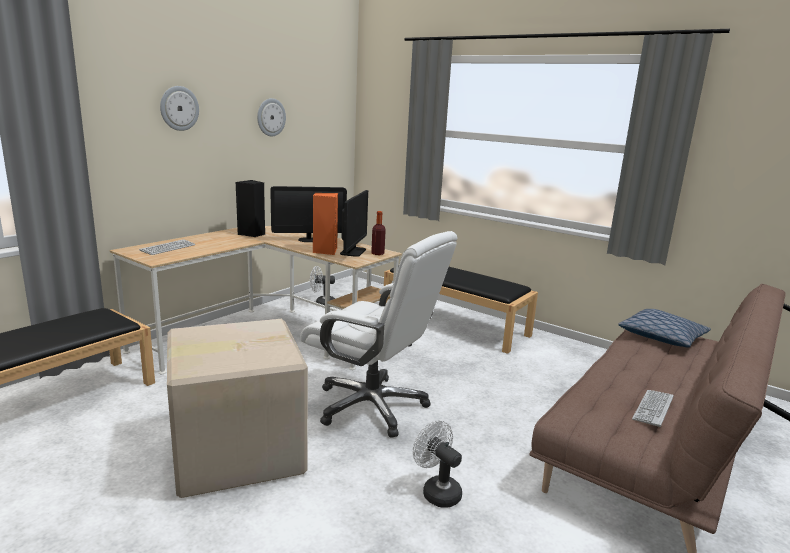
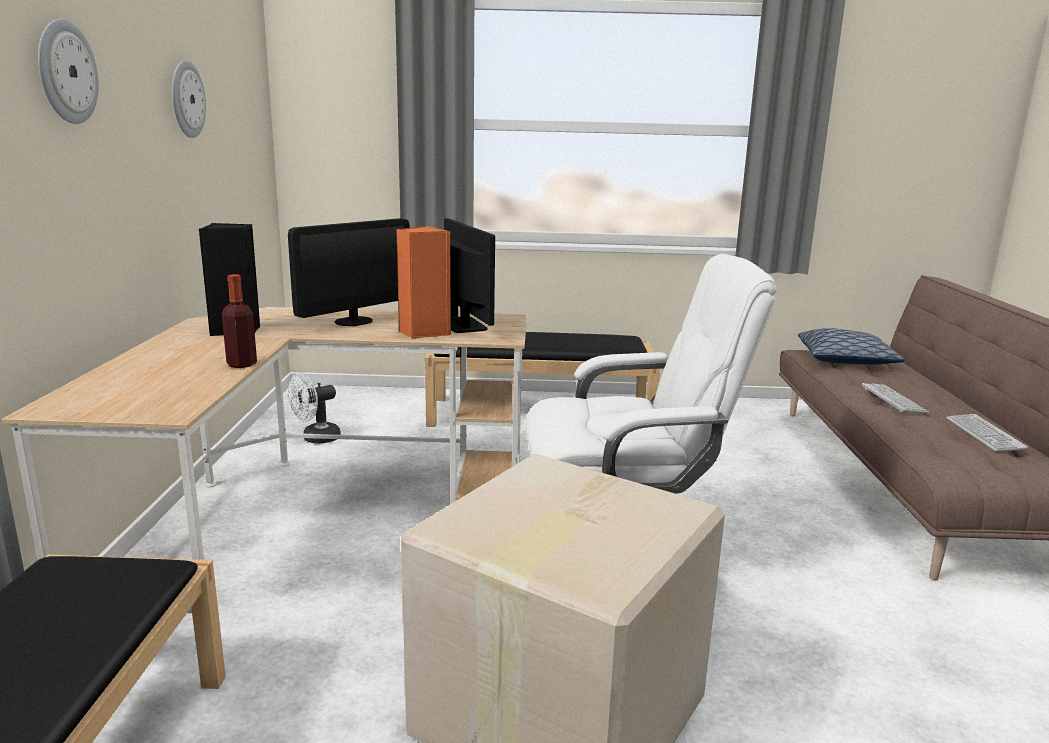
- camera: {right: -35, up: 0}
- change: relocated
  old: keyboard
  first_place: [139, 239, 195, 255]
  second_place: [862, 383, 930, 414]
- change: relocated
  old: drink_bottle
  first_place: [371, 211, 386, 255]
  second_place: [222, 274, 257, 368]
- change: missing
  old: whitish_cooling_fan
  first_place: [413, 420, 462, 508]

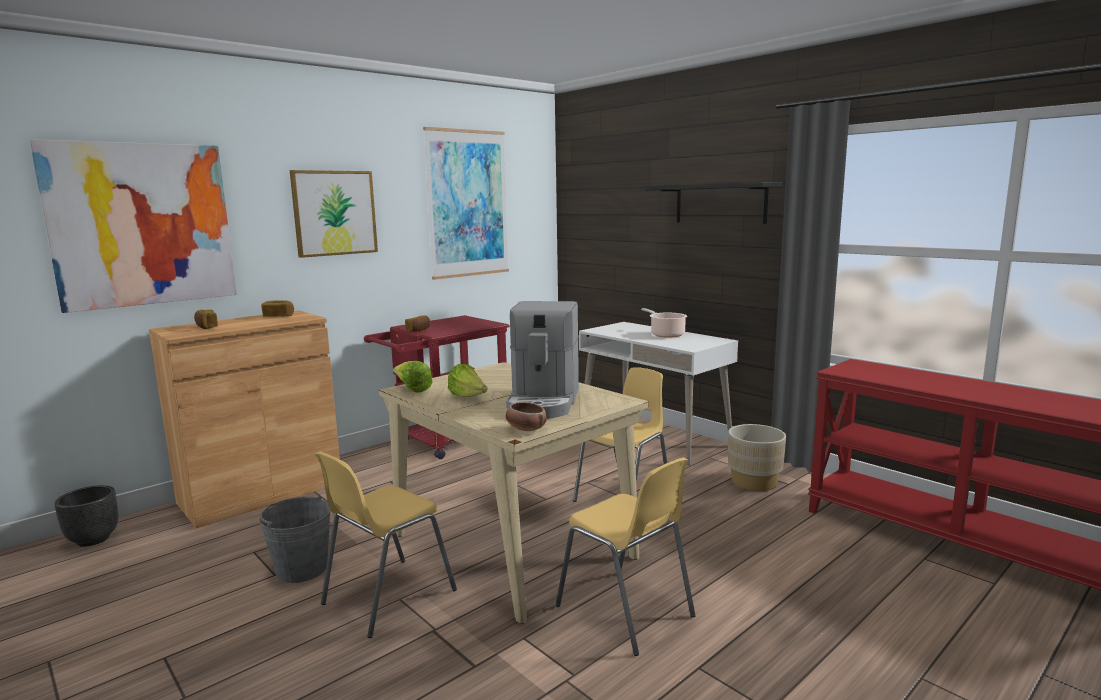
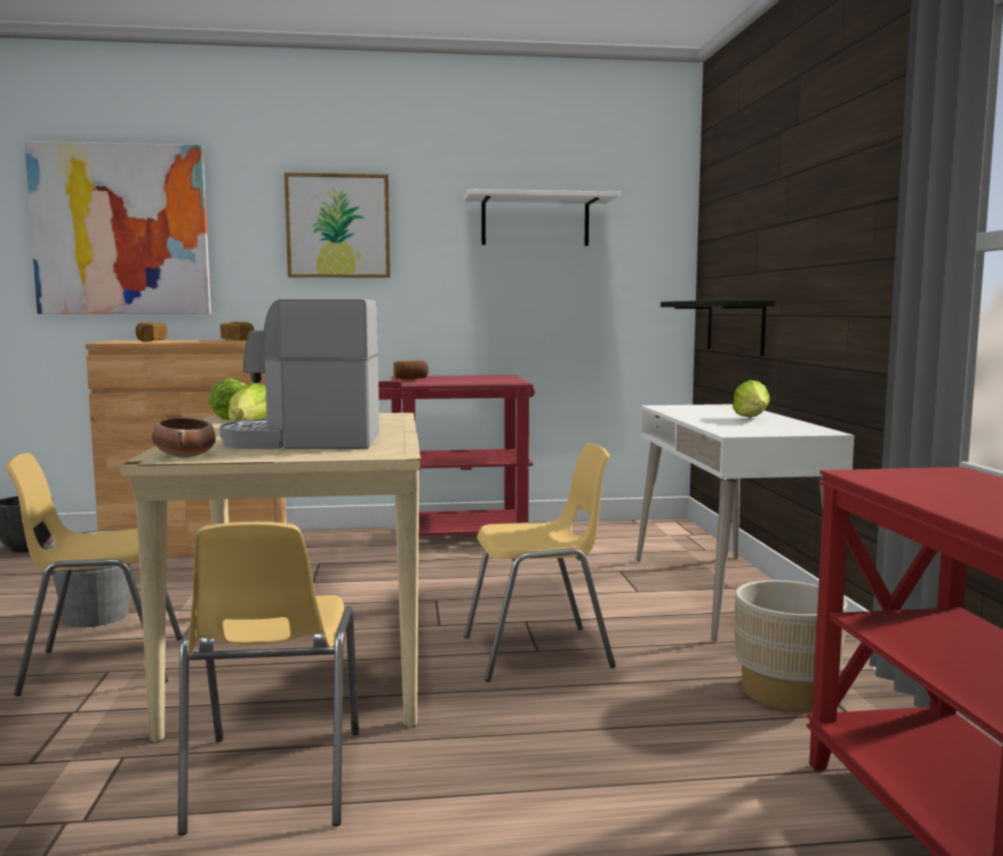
- camera: {right: 35, up: -5}
- change: exchanged
  old: wall_picture
  new: whitish_bracket_shelf
  first_place: [423, 127, 509, 280]
  second_place: [464, 189, 620, 246]
- change: spun
  old: coffee_brewer
  first_place: [506, 301, 579, 419]
  second_place: [220, 299, 380, 449]
  degrees: 45
- change: exchanged
  old: stockpot
  new: lettuce
  first_place: [641, 308, 687, 338]
  second_place: [733, 380, 770, 417]
- change: relocated
  old: black-coloured_bracket_shelf
  first_place: [645, 182, 783, 224]
  second_place: [660, 300, 775, 356]

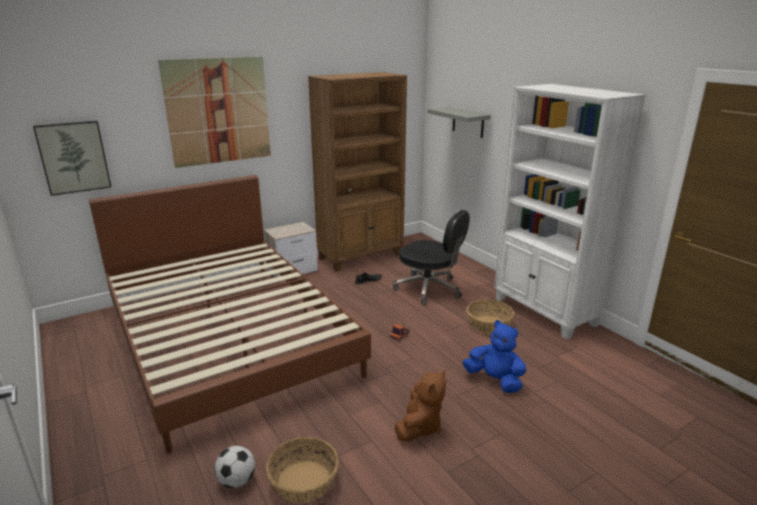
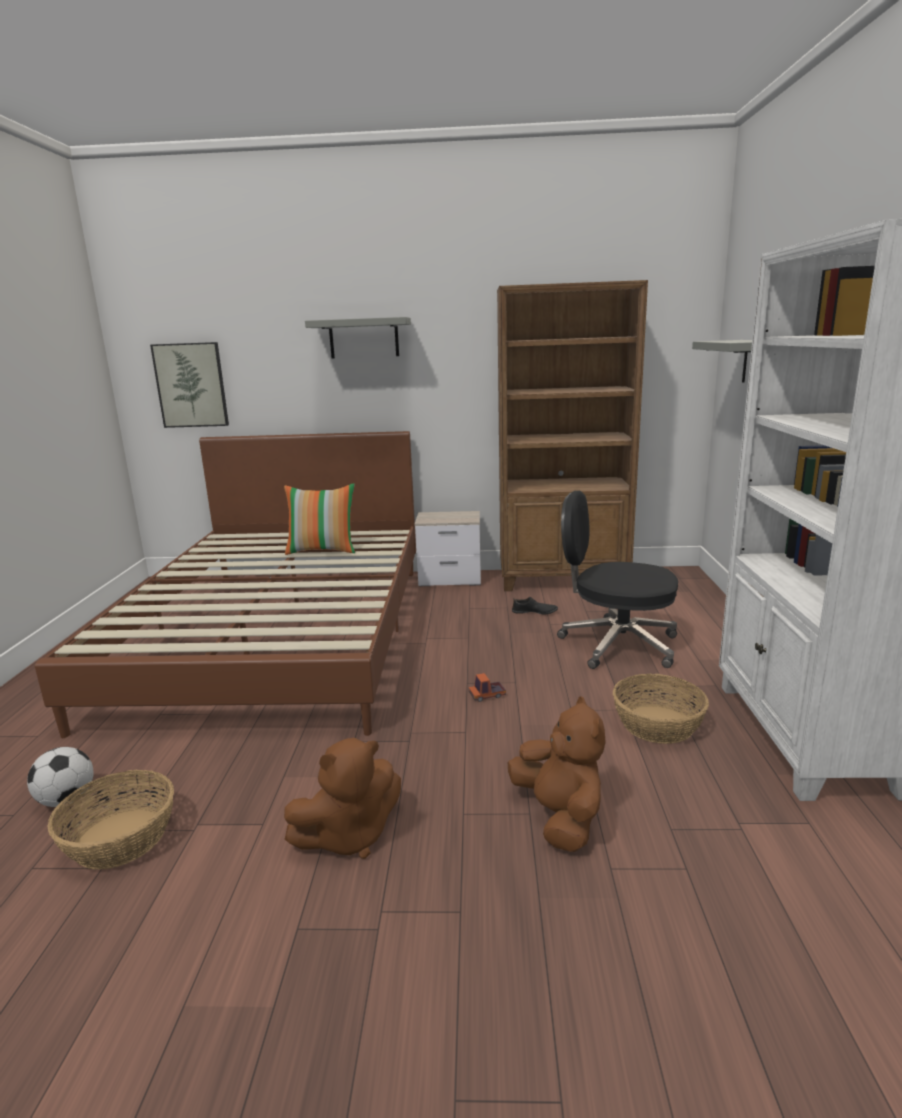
- camera: {right: 35, up: -5}
- change: exchanged
  old: wall_picture
  new: greyish_bracket_shelf
  first_place: [158, 57, 271, 168]
  second_place: [305, 317, 411, 358]
- change: spun
  old: black-coloured_computer_chair
  first_place: [393, 210, 470, 305]
  second_place: [557, 491, 678, 669]
  degrees: 135
- change: colour
  old: blue-coloured_plush_toy
  new: brown-coloured_plush_toy
  first_place: [463, 320, 526, 393]
  second_place: [508, 696, 606, 852]
- change: appeared
  new: cushion
  second_place: [284, 483, 355, 555]

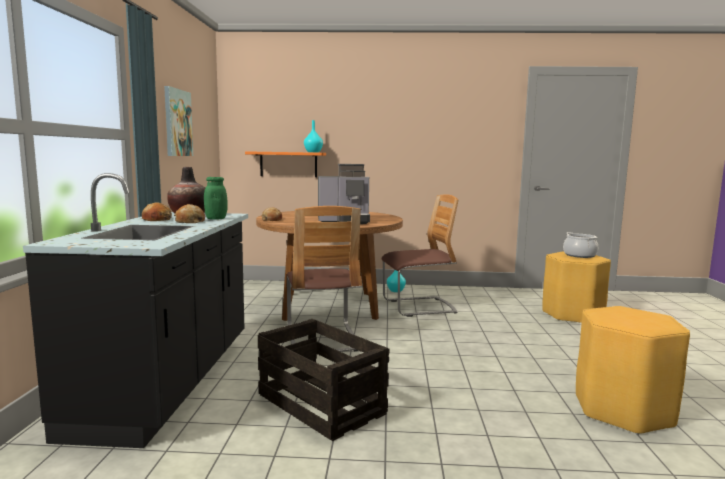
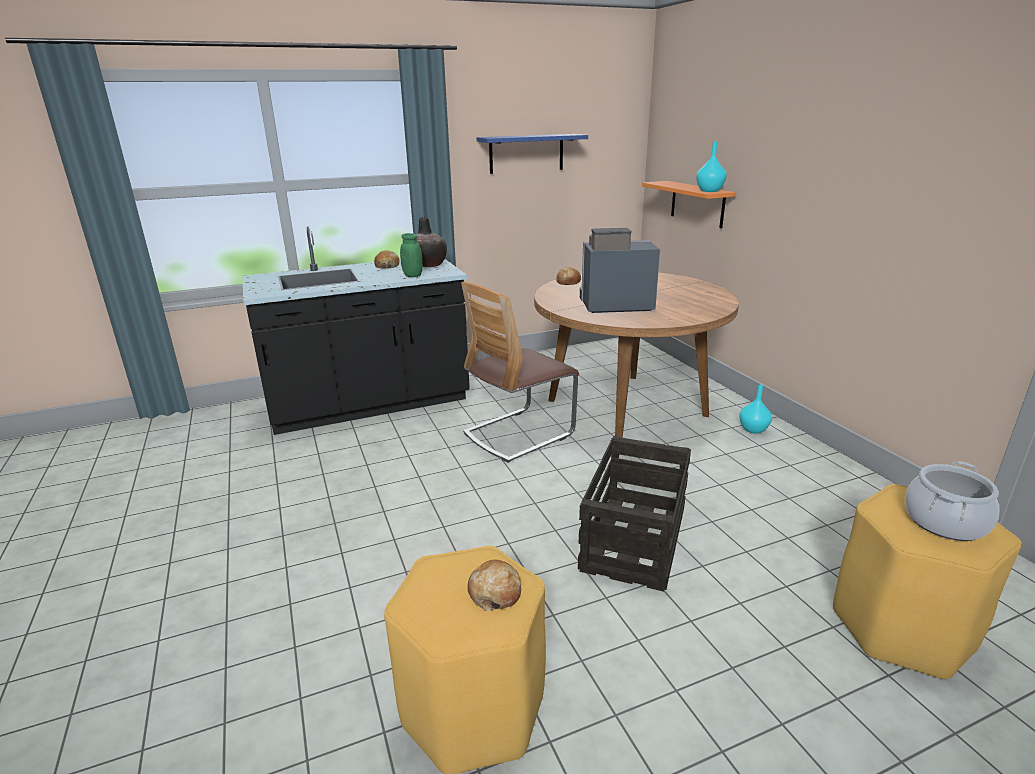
- camera: {right: 65, up: 15}
- change: exchanged
  old: wall_picture
  new: blue-coloured_bracket_shelf
  first_place: [164, 86, 193, 156]
  second_place: [477, 134, 588, 174]
- change: relocated
  old: bread
  first_place: [174, 204, 205, 223]
  second_place: [467, 560, 521, 611]
- change: relocated
  old: crate
  first_place: [258, 319, 389, 441]
  second_place: [578, 436, 691, 592]
- change: spun
  old: coffee_brewer
  first_place: [318, 164, 370, 224]
  second_place: [580, 228, 660, 313]
  degrees: 120
- change: missing
  old: upright_chair
  first_place: [382, 194, 458, 317]

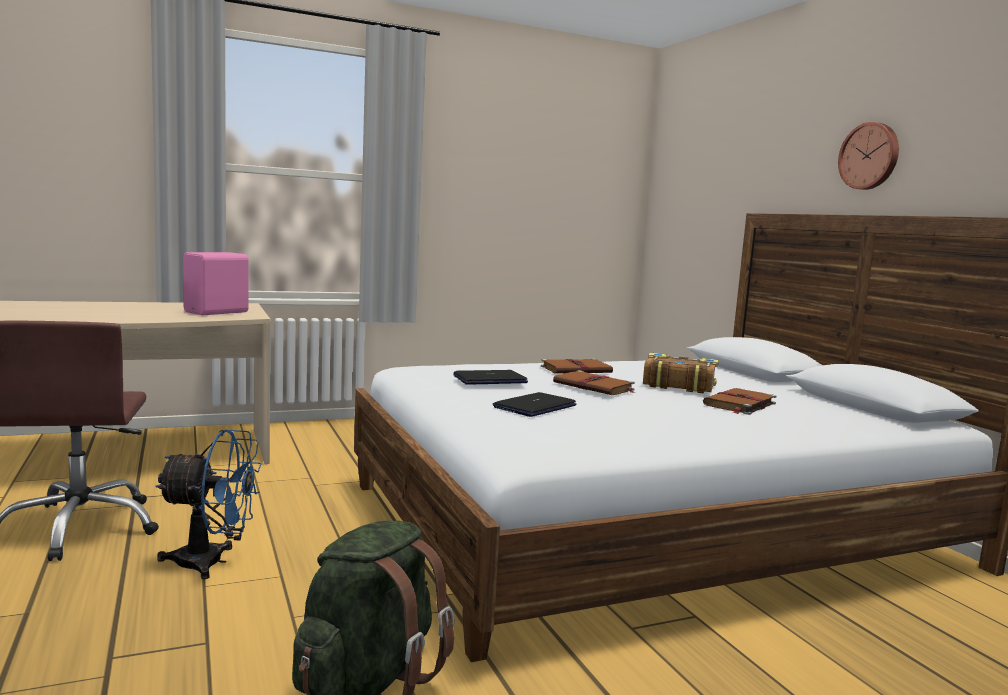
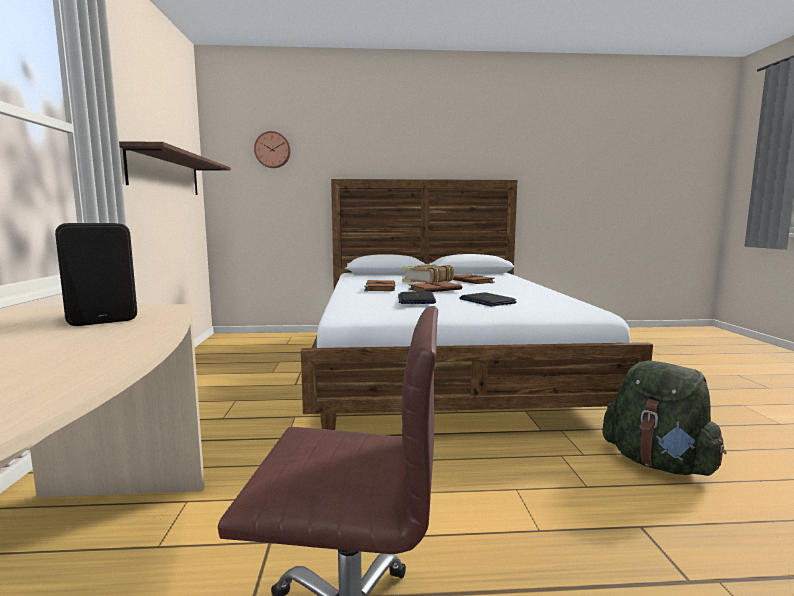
- camera: {right: -70, up: 0}
- change: missing
  old: blue-coloured_cooling_fan
  first_place: [155, 429, 262, 579]
- change: colour
  old: pink_audio_speaker
  new: black-coloured_audio_speaker
  first_place: [183, 252, 249, 315]
  second_place: [55, 223, 137, 326]
- change: relocated
  old: hanging_clock
  first_place: [838, 122, 899, 190]
  second_place: [254, 131, 291, 168]
- change: appeared
  new: bracket_shelf
  second_place: [119, 141, 231, 195]

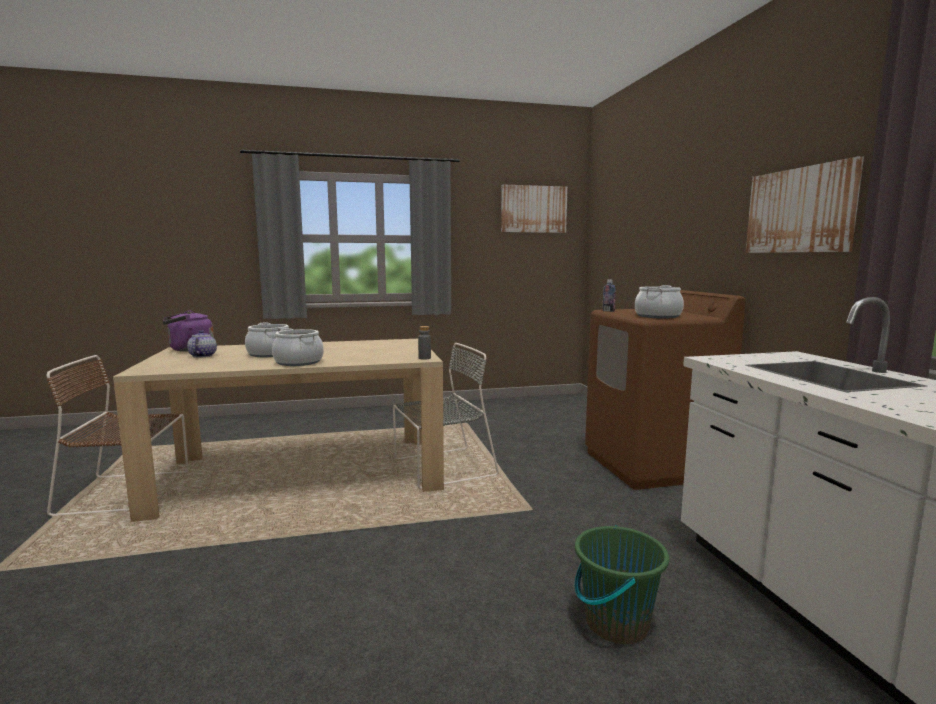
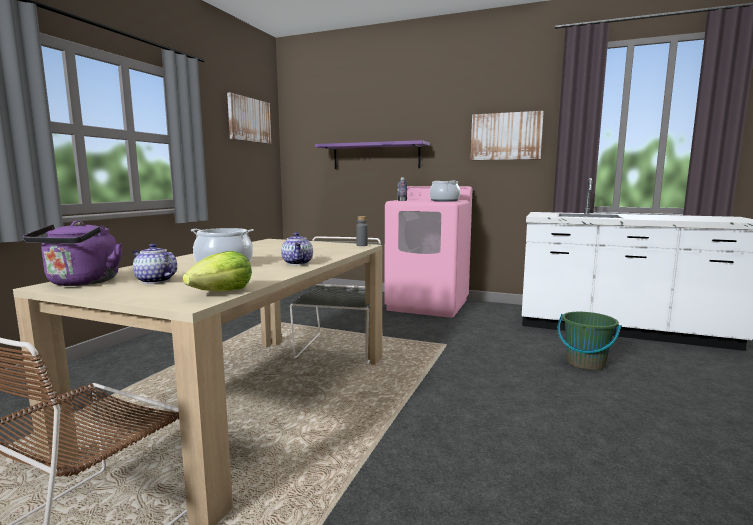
- camera: {right: -55, up: 0}
- change: exchanged
  old: stockpot
  new: tea_pot
  first_place: [272, 328, 324, 366]
  second_place: [281, 232, 313, 265]
- change: colour
  old: brown-coloured_laundry_machine
  new: pink_laundry_machine
  first_place: [585, 290, 746, 490]
  second_place: [384, 186, 472, 318]
- change: appeared
  new: lettuce
  second_place: [183, 251, 252, 291]
- change: appeared
  new: purplish_bracket_shelf
  second_place: [315, 140, 430, 169]

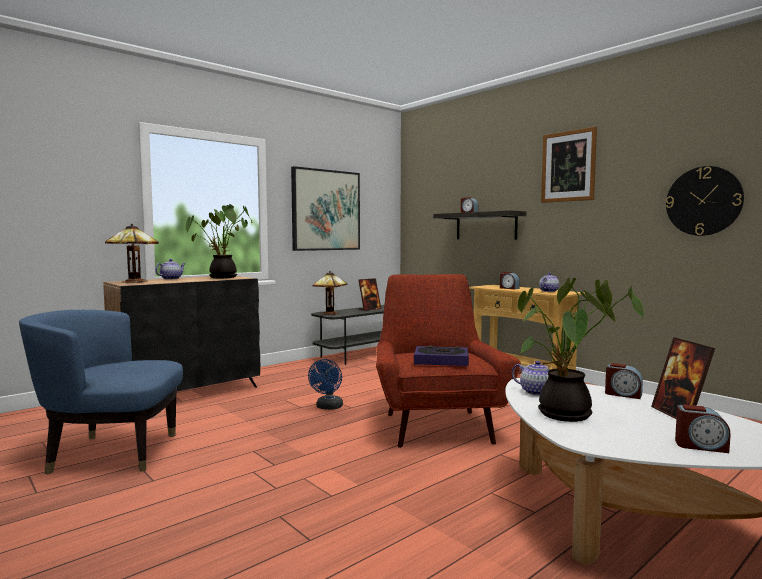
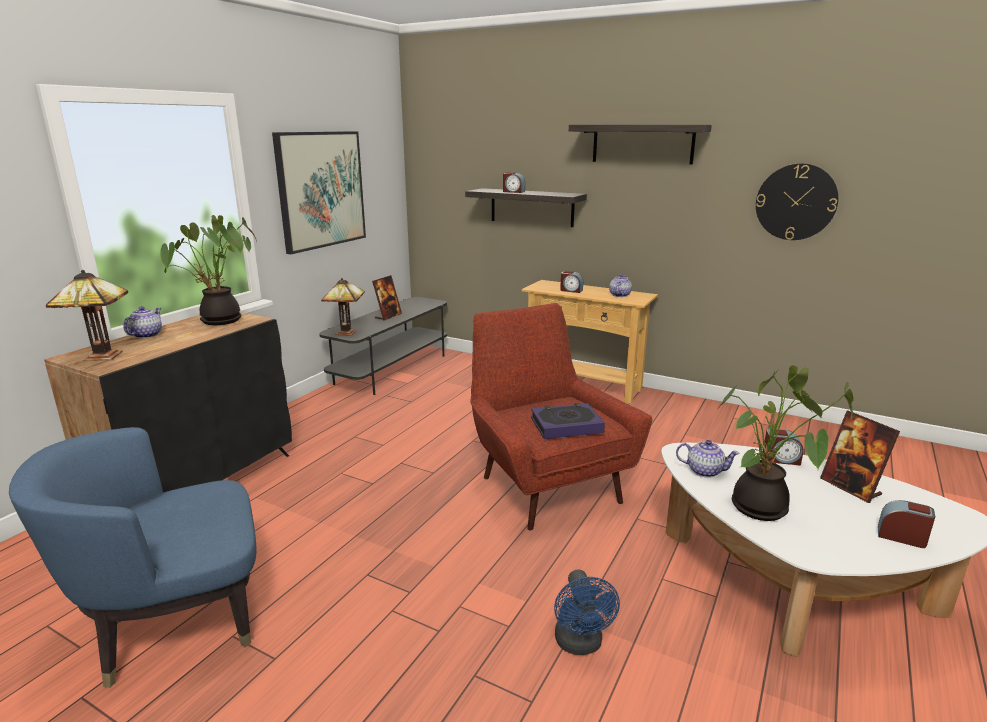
- camera: {right: -20, up: 15}
- change: relocated
  old: blue-coloured_cooling_fan
  first_place: [308, 359, 343, 410]
  second_place: [554, 569, 620, 655]
- change: exchanged
  old: wall_picture
  new: bracket_shelf
  first_place: [541, 127, 597, 203]
  second_place: [569, 125, 712, 164]
- change: spun
  old: table_clock
  first_place: [675, 404, 731, 453]
  second_place: [878, 500, 935, 548]
  degrees: -150

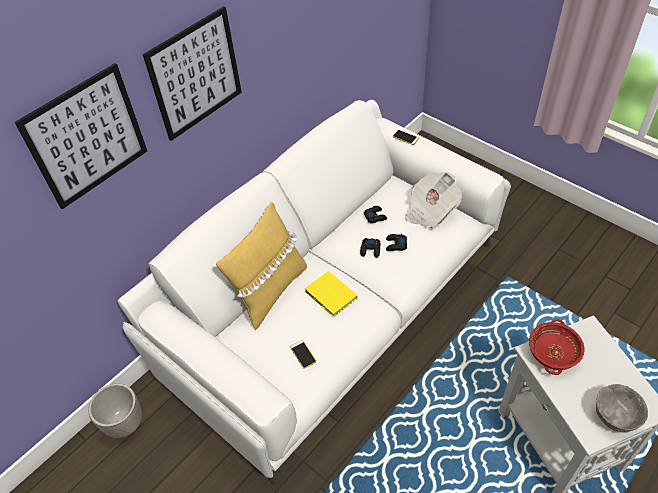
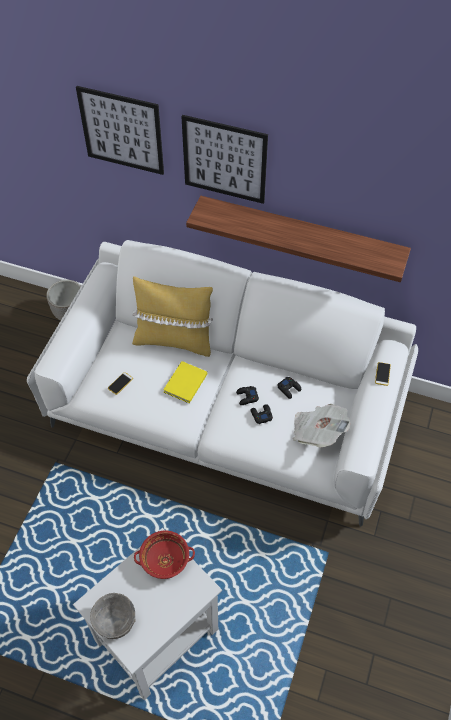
- camera: {right: 65, up: 5}
- change: appeared
  new: bracket_shelf
  second_place: [186, 196, 411, 282]

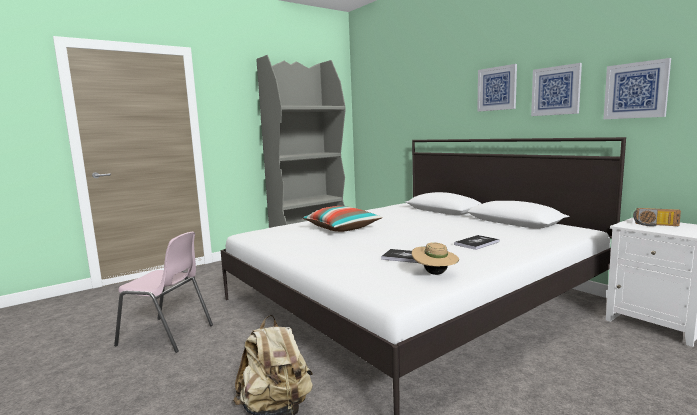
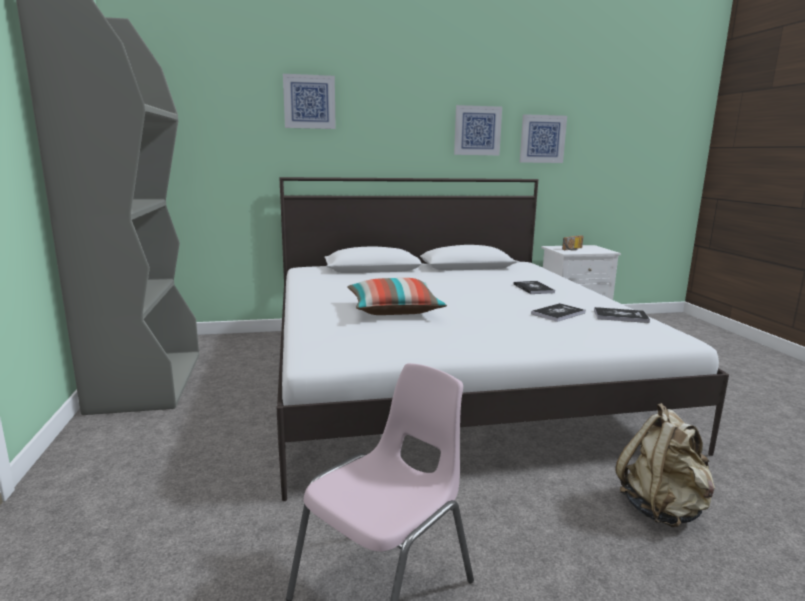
- camera: {right: -65, up: 5}
- change: exchanged
  old: beige-coloured_wearable_hat
  new: book
  first_place: [412, 242, 459, 275]
  second_place: [594, 307, 650, 323]
- change: relocated
  old: wall_picture
  first_place: [477, 64, 517, 112]
  second_place: [283, 74, 336, 129]

